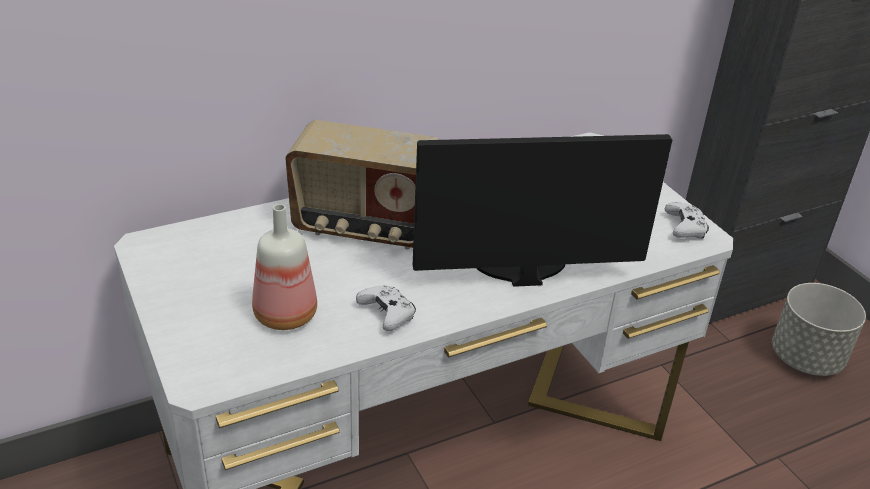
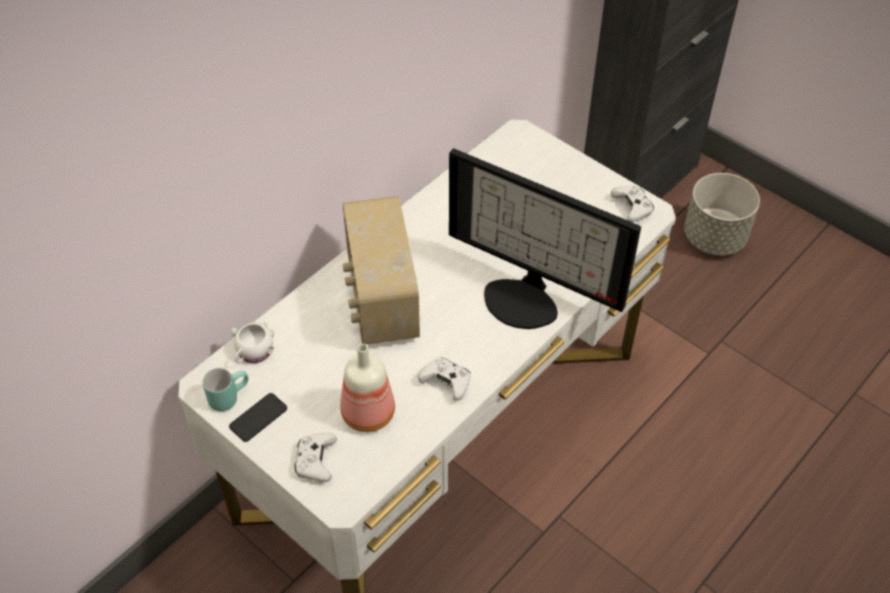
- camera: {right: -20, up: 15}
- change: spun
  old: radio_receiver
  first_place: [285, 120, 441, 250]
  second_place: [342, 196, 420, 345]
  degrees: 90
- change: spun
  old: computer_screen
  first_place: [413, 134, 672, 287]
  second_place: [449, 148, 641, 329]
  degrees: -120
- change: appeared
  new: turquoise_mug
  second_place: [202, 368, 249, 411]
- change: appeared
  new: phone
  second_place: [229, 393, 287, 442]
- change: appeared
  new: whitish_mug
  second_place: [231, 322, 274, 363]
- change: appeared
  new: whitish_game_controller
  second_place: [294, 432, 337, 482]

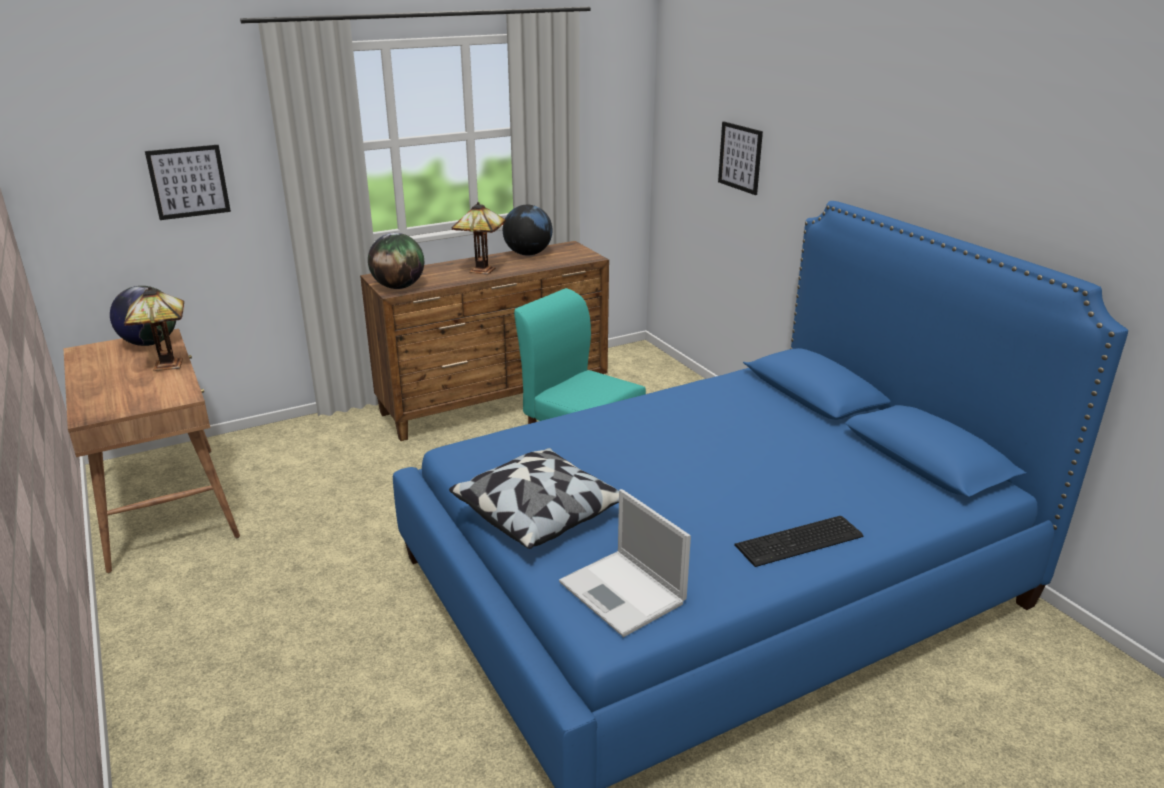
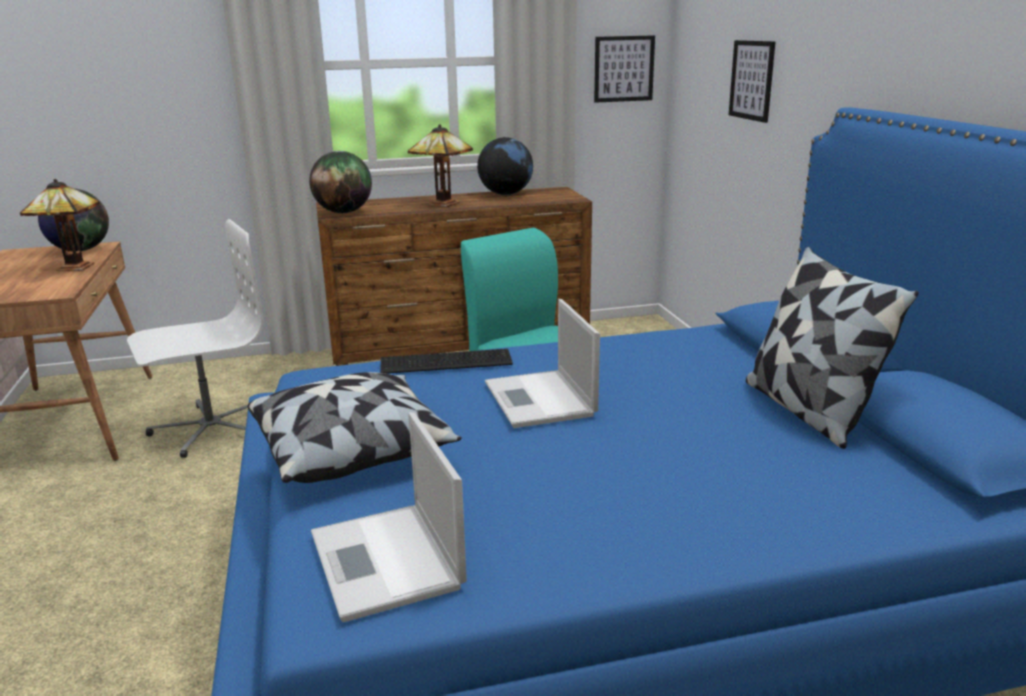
- camera: {right: 15, up: -5}
- change: relocated
  old: wall_picture
  first_place: [145, 145, 231, 220]
  second_place: [594, 35, 655, 103]
- change: relocated
  old: keyboard
  first_place: [734, 516, 863, 567]
  second_place: [380, 349, 513, 374]
- change: appeared
  new: whitish_computer_chair
  second_place: [127, 219, 264, 458]
- change: appeared
  new: laptop
  second_place: [485, 299, 600, 428]
- change: appeared
  new: cushion
  second_place: [746, 247, 919, 449]

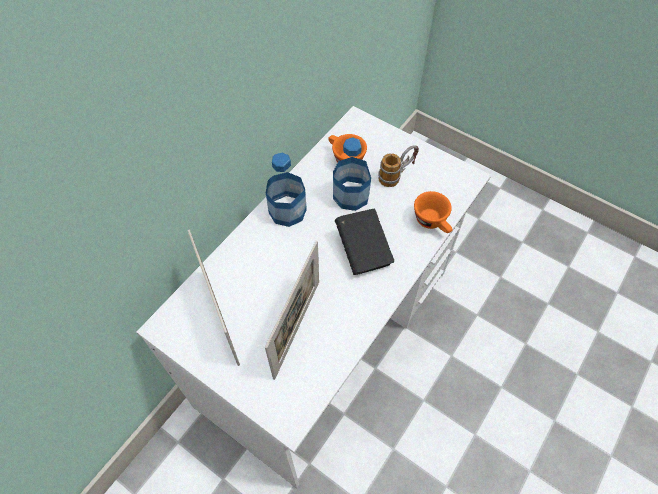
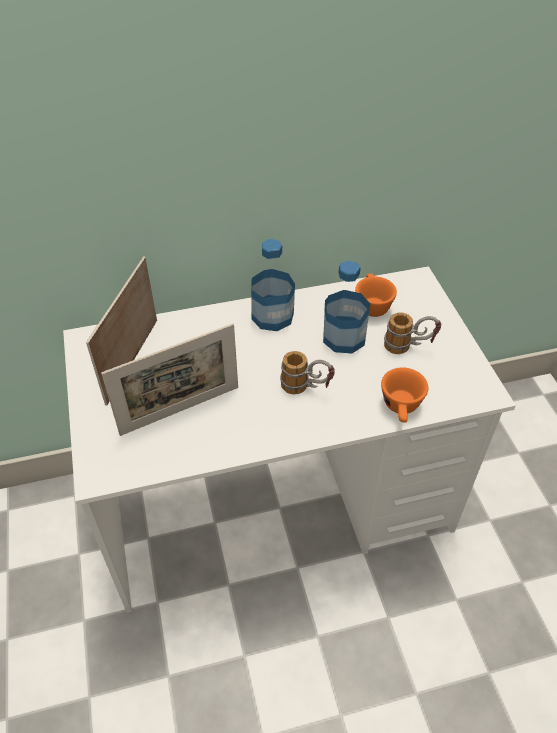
- camera: {right: 40, up: -10}
- change: exchanged
  old: black-coloured_book
  new: mug
  first_place: [334, 209, 394, 275]
  second_place: [280, 351, 335, 394]

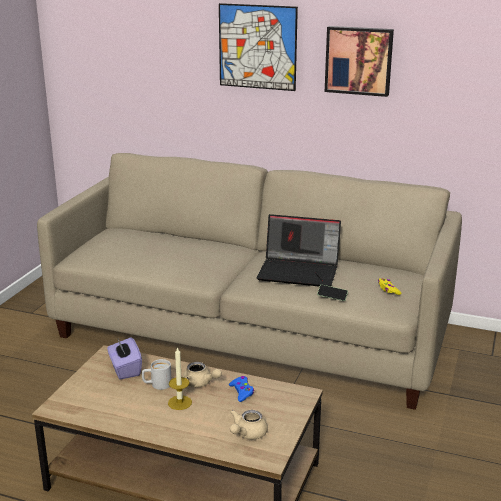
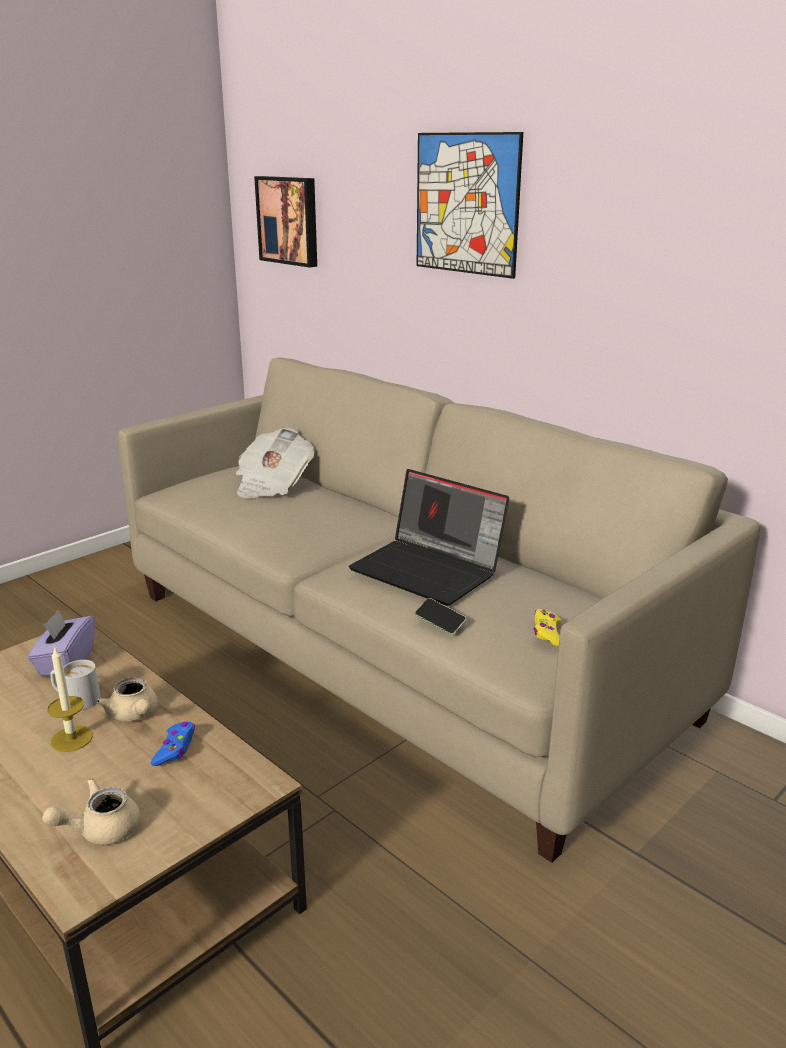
- camera: {right: 25, up: 0}
- change: relocated
  old: wall_picture
  first_place: [325, 26, 394, 97]
  second_place: [254, 176, 317, 268]
- change: appeared
  new: newspaper
  second_place: [236, 428, 314, 498]

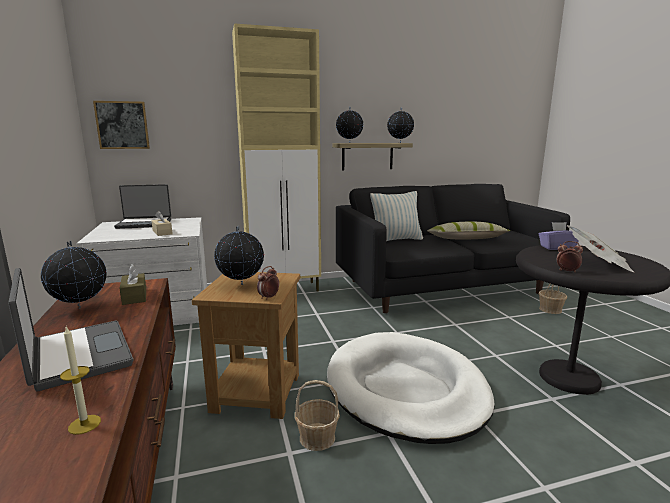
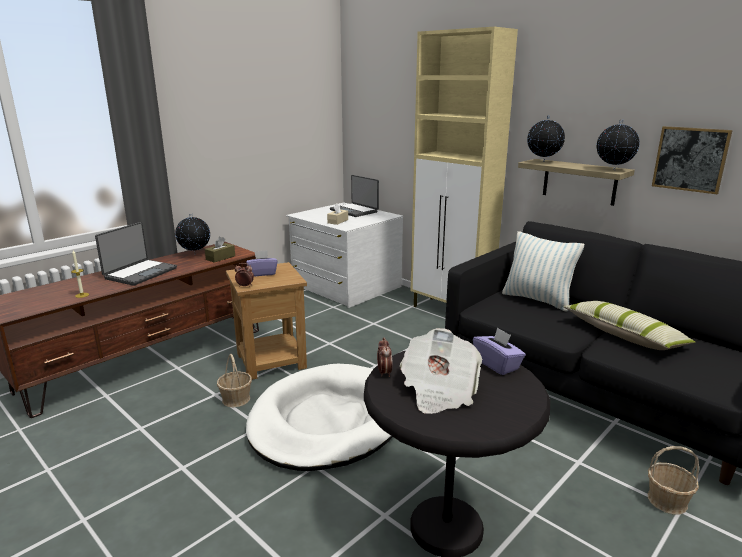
- camera: {right: 60, up: 5}
- change: relocated
  old: wall_picture
  first_place: [93, 101, 150, 149]
  second_place: [652, 126, 733, 194]
- change: exchanged
  old: globe
  new: purplish_tissue_box
  first_place: [214, 226, 264, 285]
  second_place: [247, 250, 278, 277]

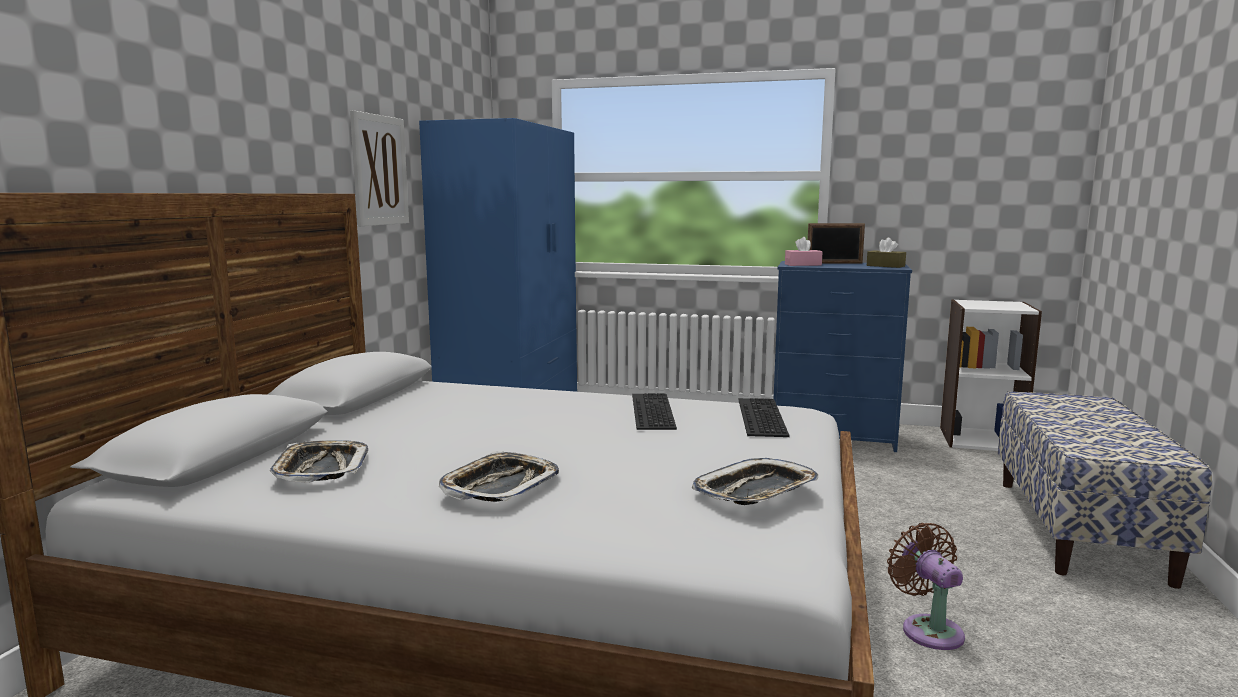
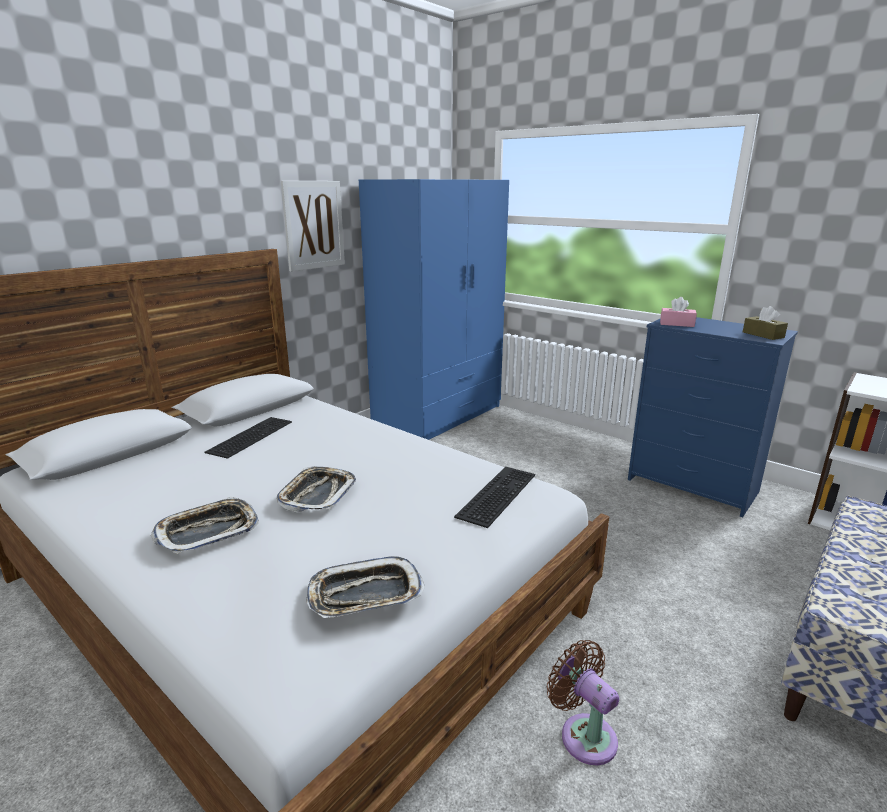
- camera: {right: 25, up: 10}
- change: relocated
  old: serving_tray
  first_place: [270, 440, 368, 483]
  second_place: [277, 466, 356, 512]
- change: relocated
  old: keyboard
  first_place: [632, 393, 677, 430]
  second_place: [205, 417, 292, 459]
- change: missing
  old: photo_frame
  first_place: [808, 223, 865, 264]
- change: spun
  old: brown-coloured_cooling_fan
  first_place: [887, 523, 965, 650]
  second_place: [547, 640, 619, 765]
  degrees: -45

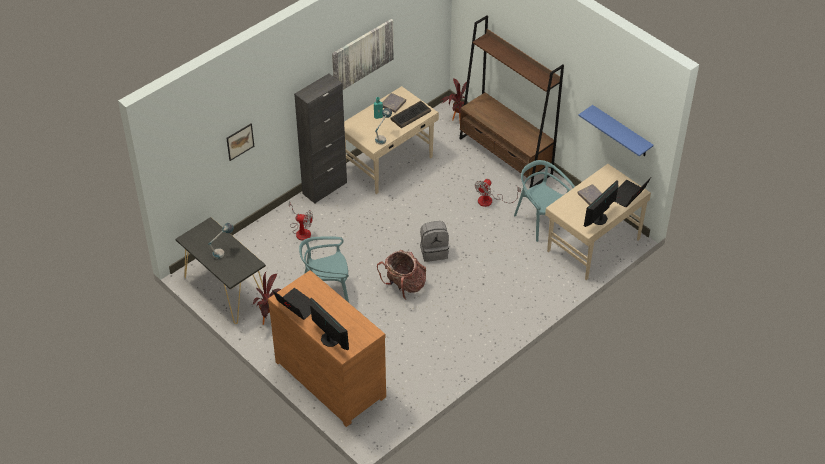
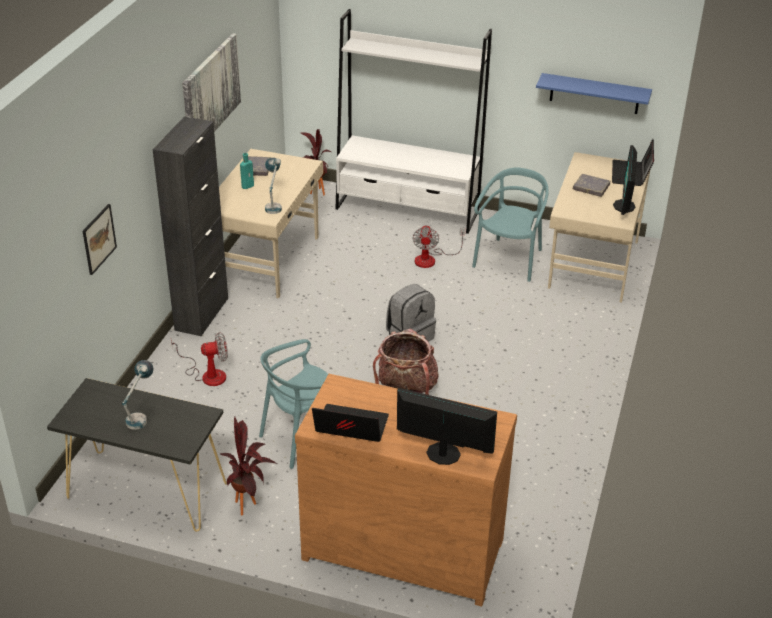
- camera: {right: -30, up: -10}
- change: missing
  old: keyboard
  first_place: [390, 101, 431, 128]
- change: colour
  old: brown-coloured_shelving_unit
  new: whitish_shelving_unit
  first_place: [459, 15, 564, 189]
  second_place: [336, 9, 492, 234]
- change: spun
  old: turquoise_upright_chair
  first_place: [514, 160, 575, 242]
  second_place: [472, 168, 549, 282]
  degrees: 90

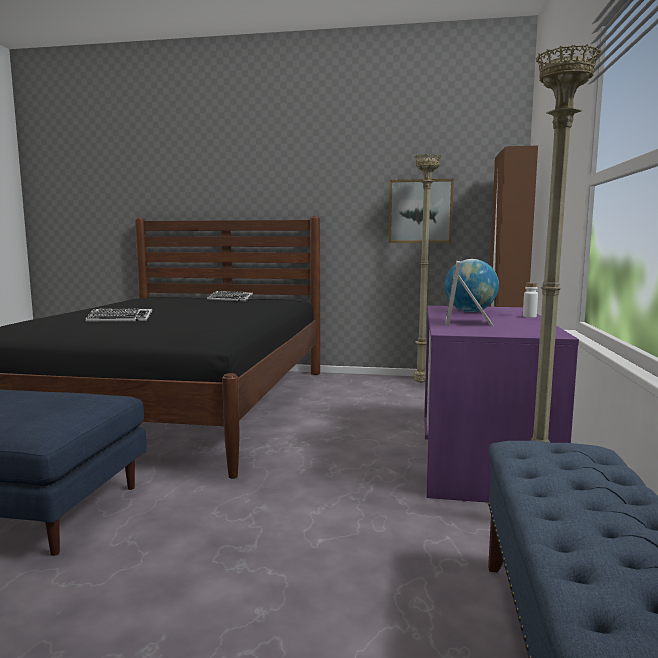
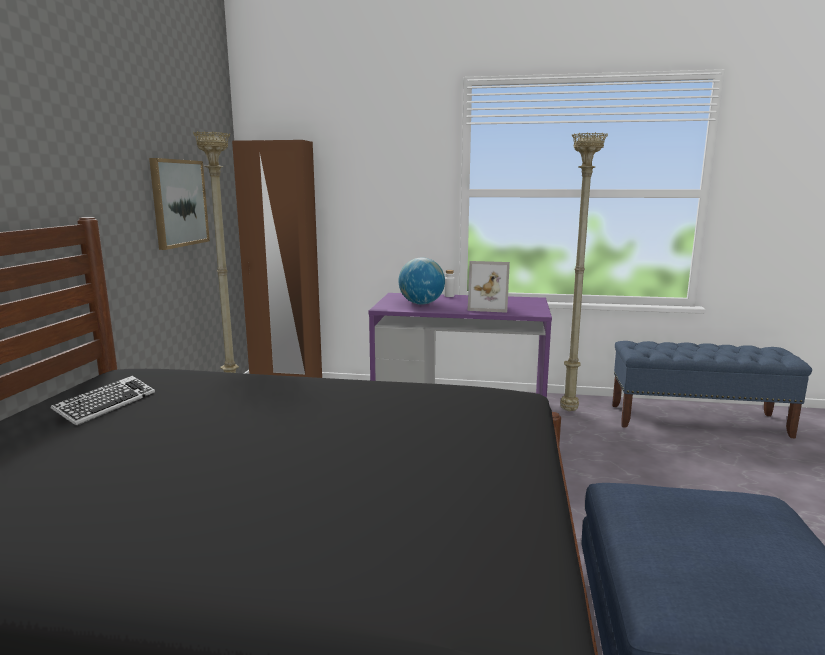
- camera: {right: -90, up: 5}
- change: missing
  old: keyboard
  first_place: [85, 308, 152, 321]

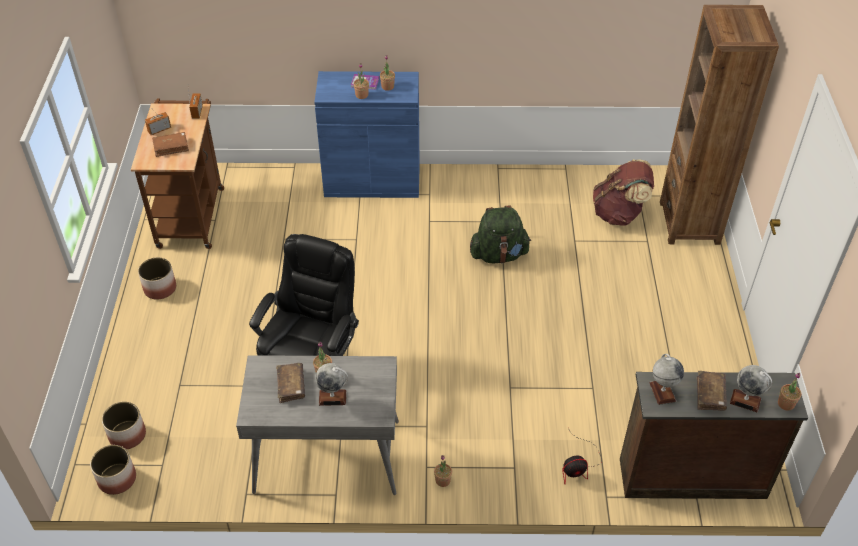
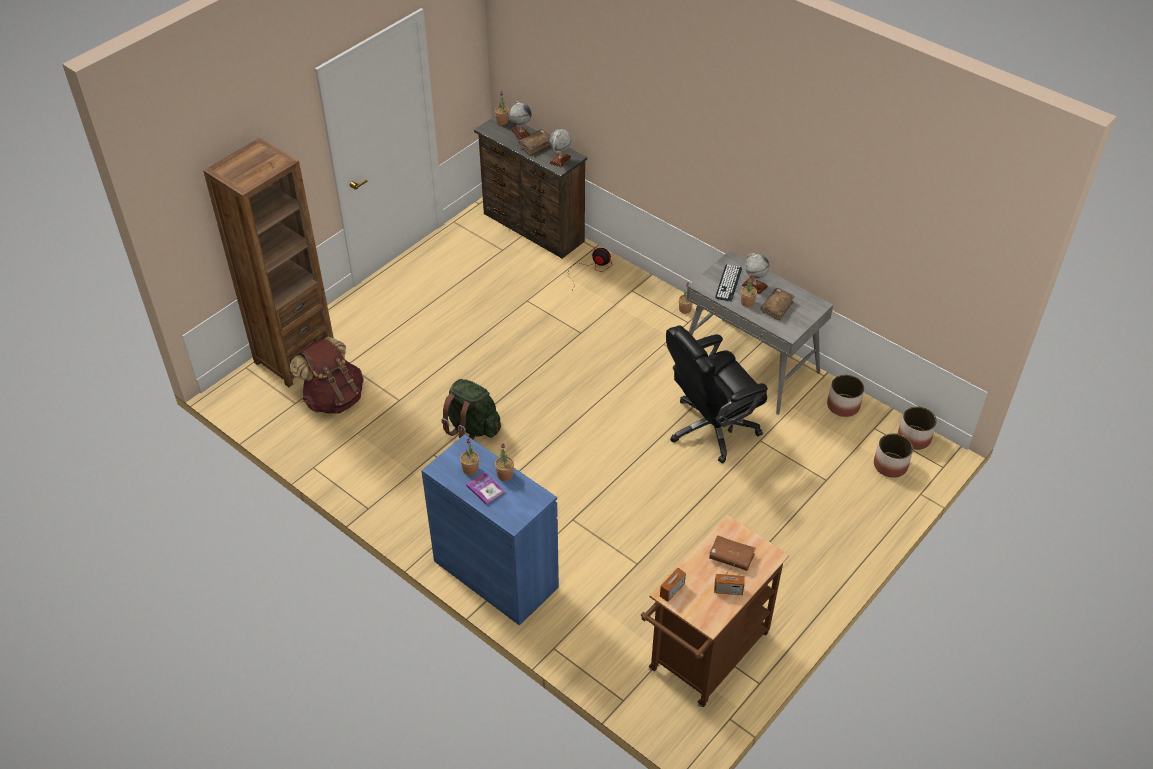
- camera: {right: -140, up: 0}
- change: relocated
  old: planter
  first_place: [138, 257, 176, 300]
  second_place: [827, 375, 864, 417]
- change: appeared
  new: keyboard
  second_place: [715, 264, 742, 302]

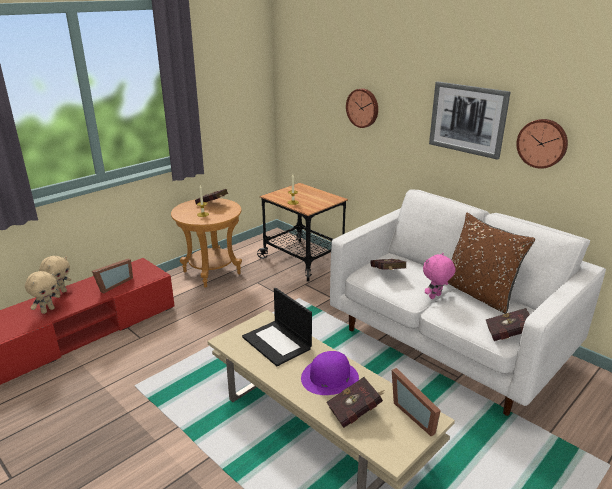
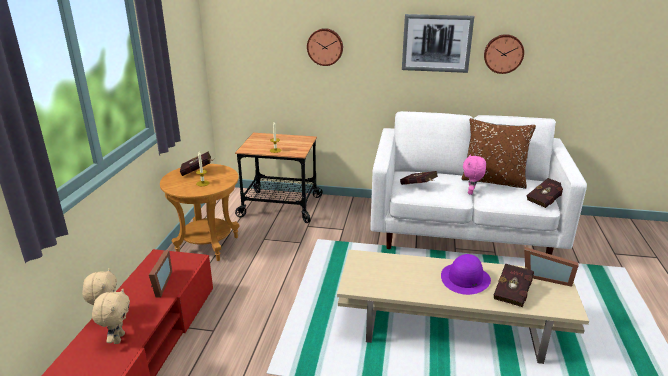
- camera: {right: -35, up: 0}
- change: missing
  old: laptop
  first_place: [242, 288, 312, 366]

